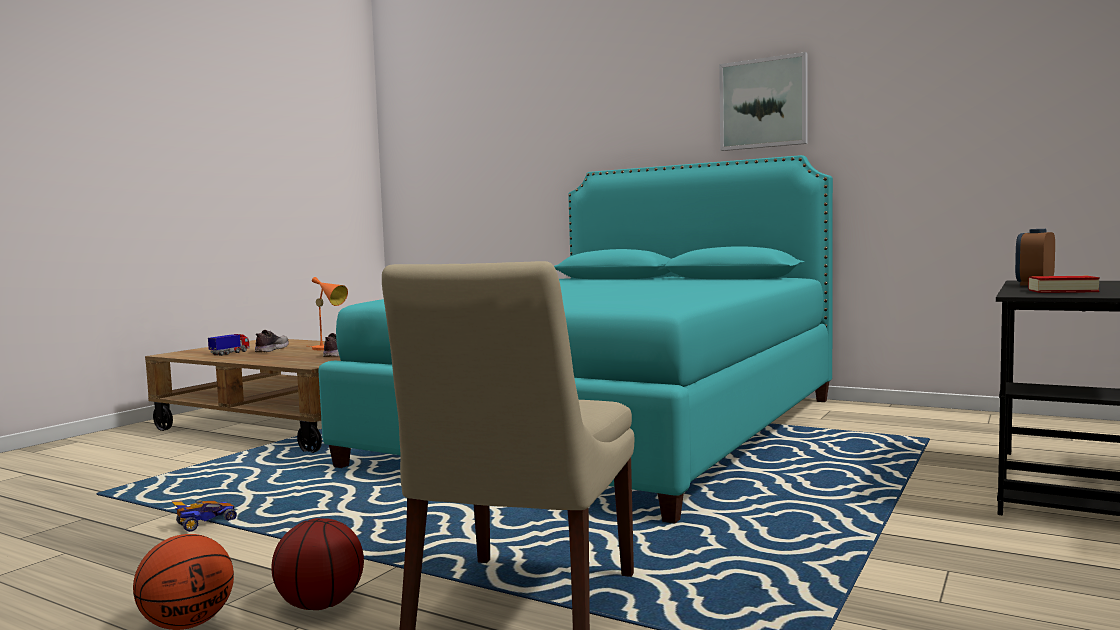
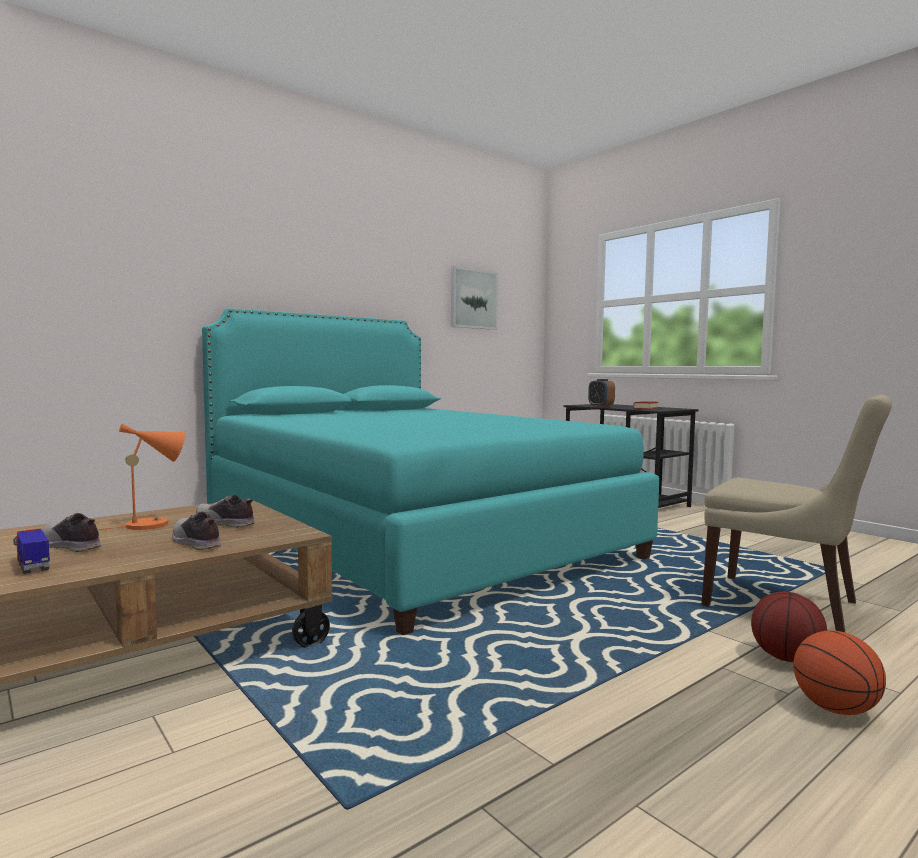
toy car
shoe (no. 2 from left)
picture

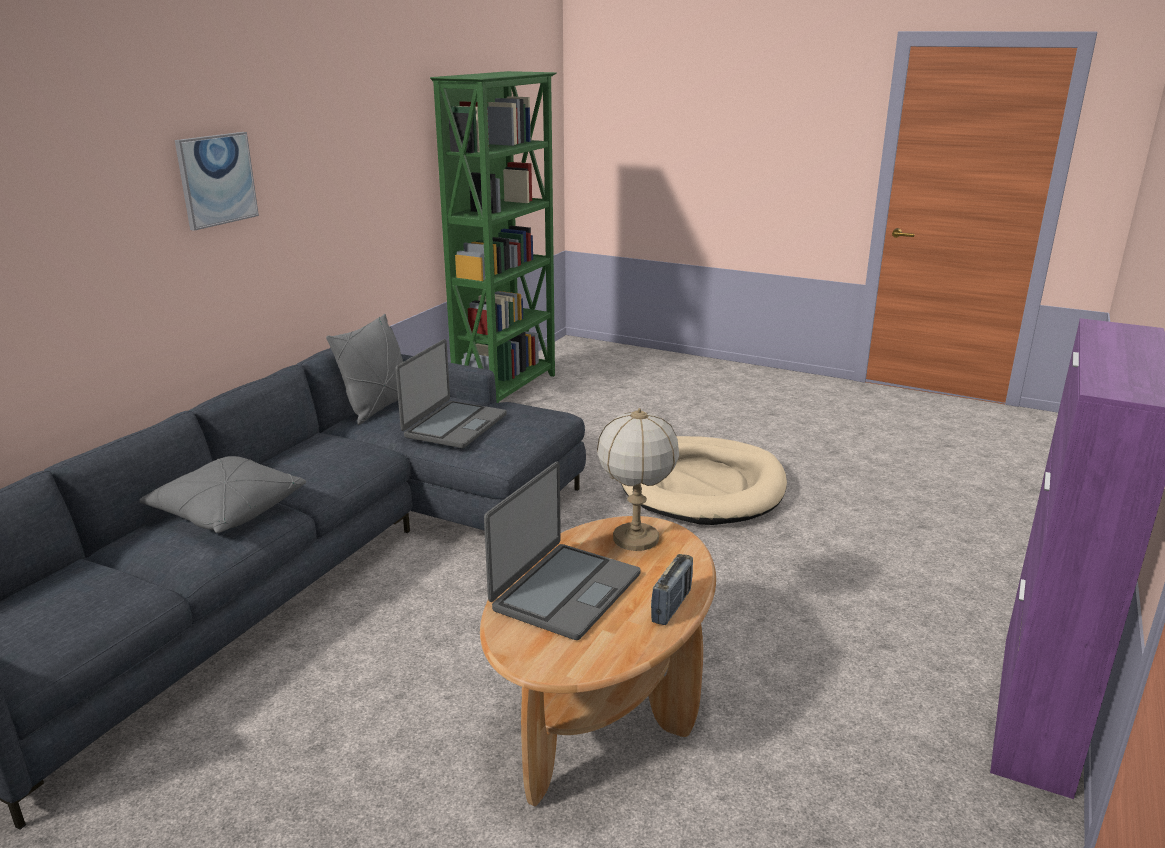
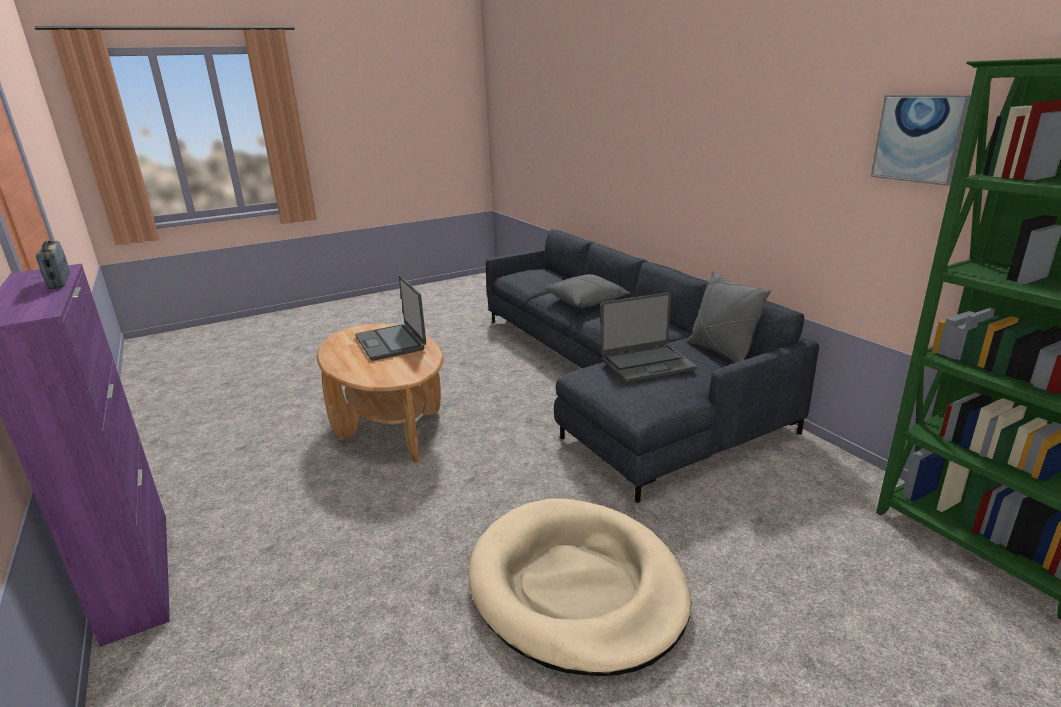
table lamp
picture
radio
laptop (no. 2 from left)

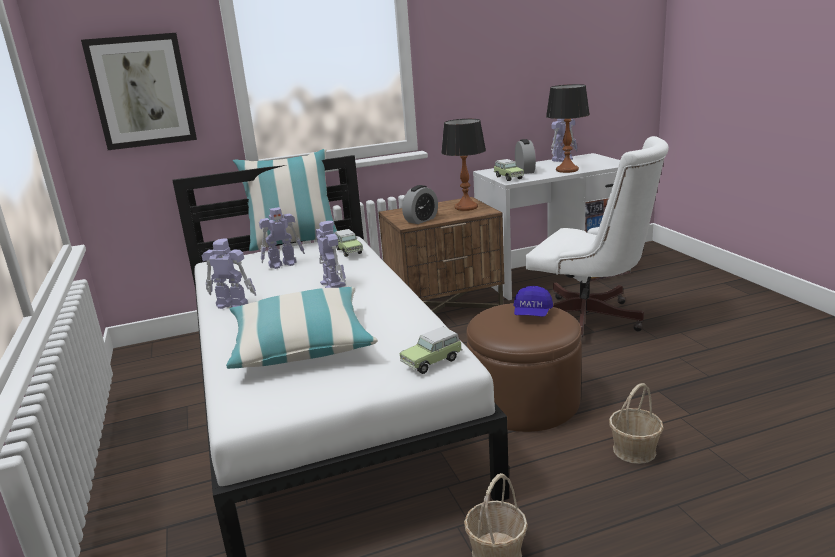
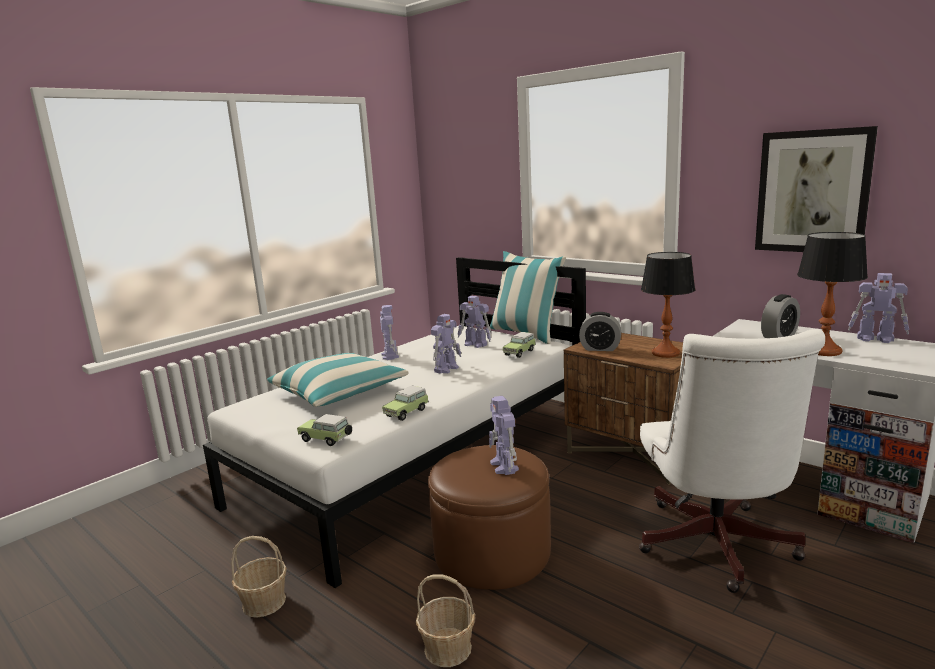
picture
toy car (no. 2 from left)
toy robot (no. 4 from left)

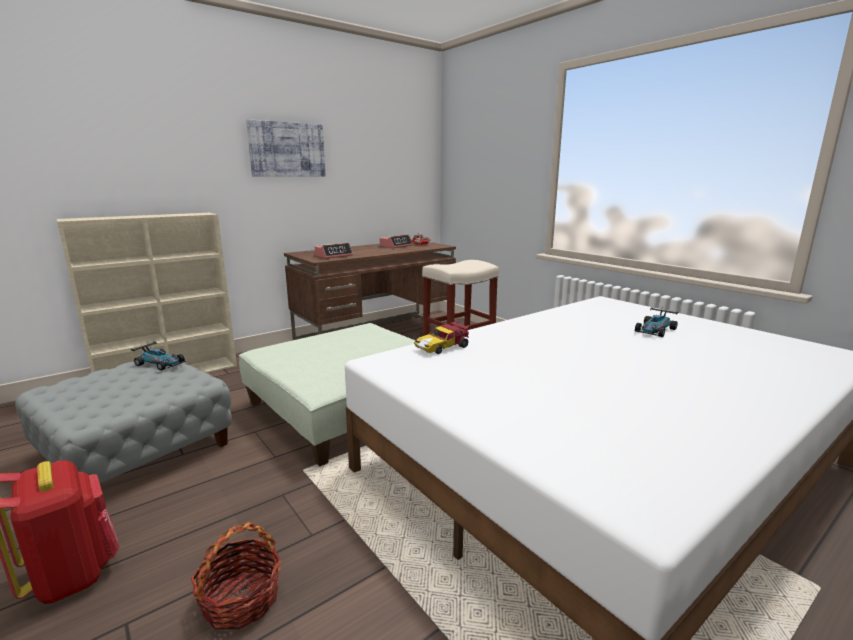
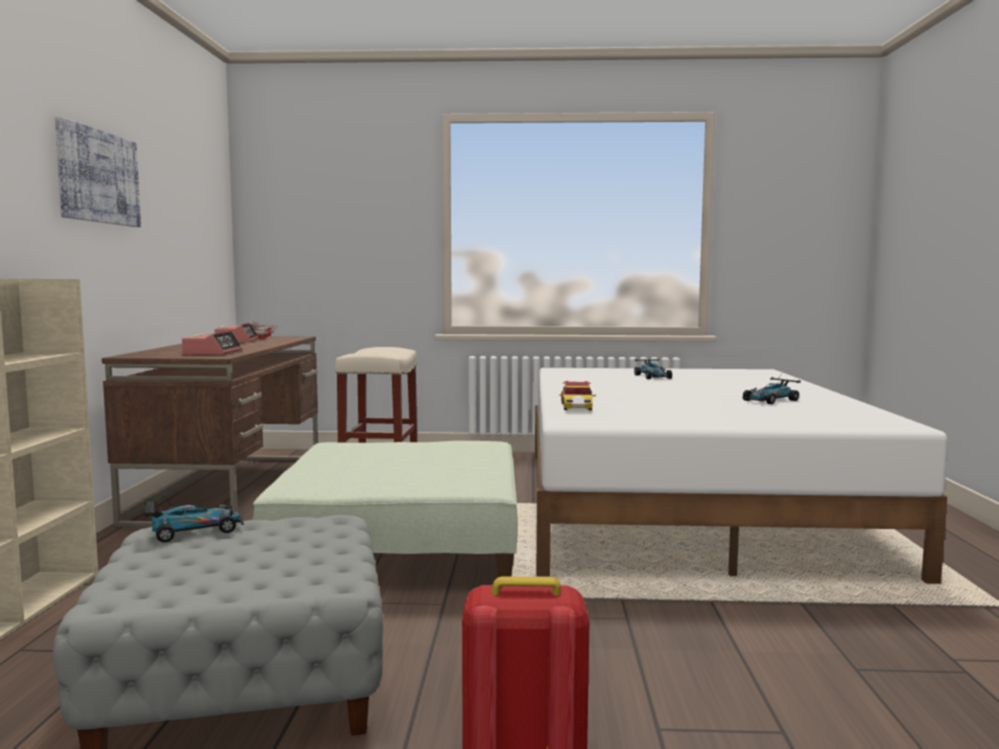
basket
toy car (no. 4 from left)

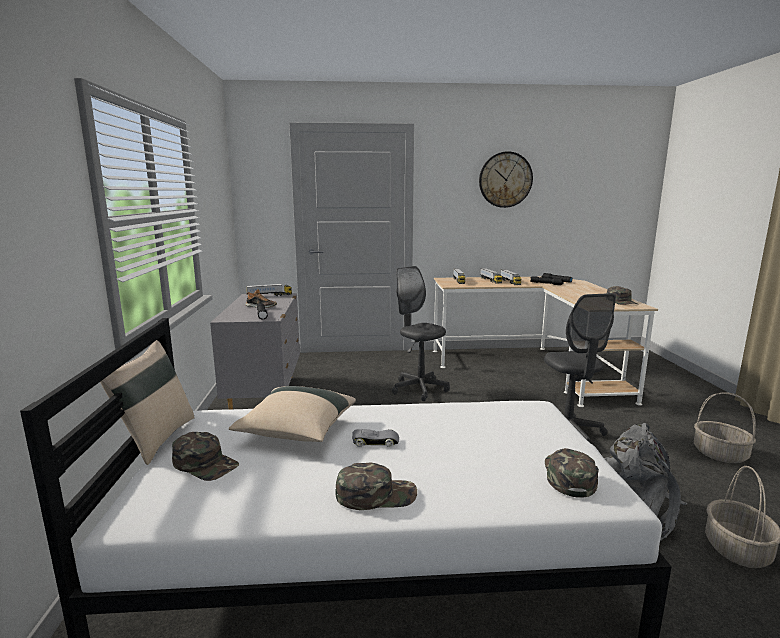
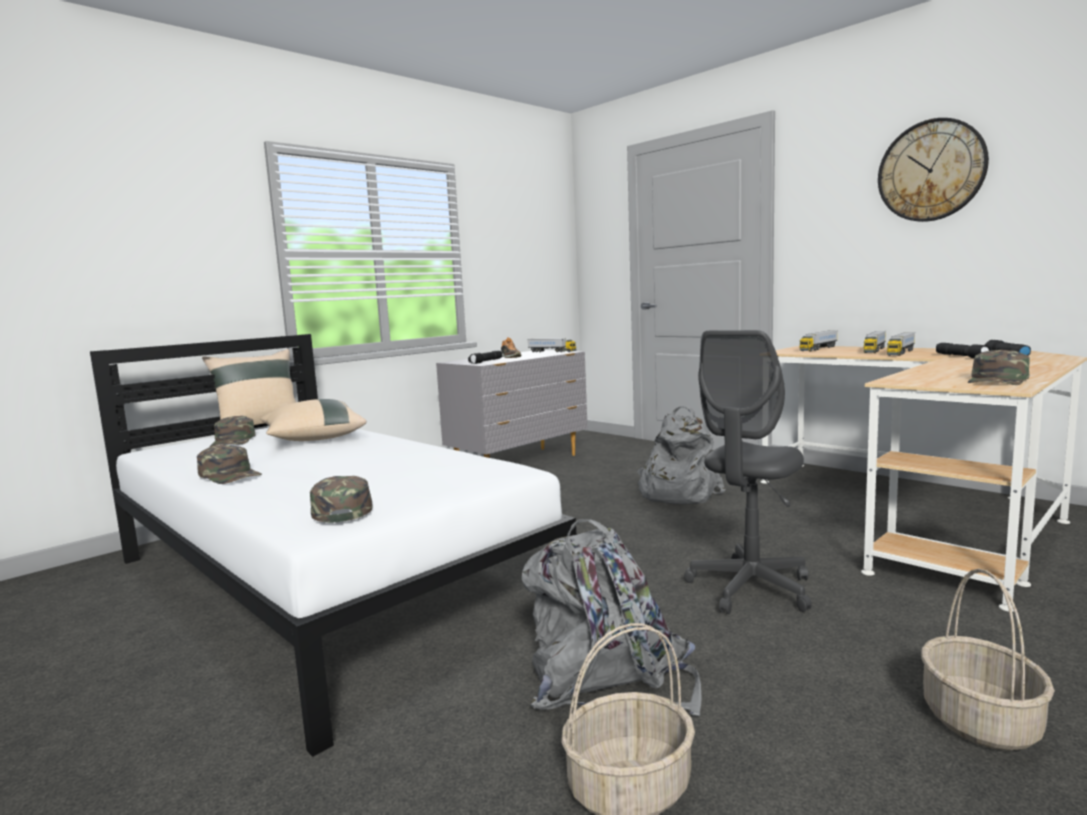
grey toy car
grey backpack (no. 2 from left)
green cap (no. 3 from left)

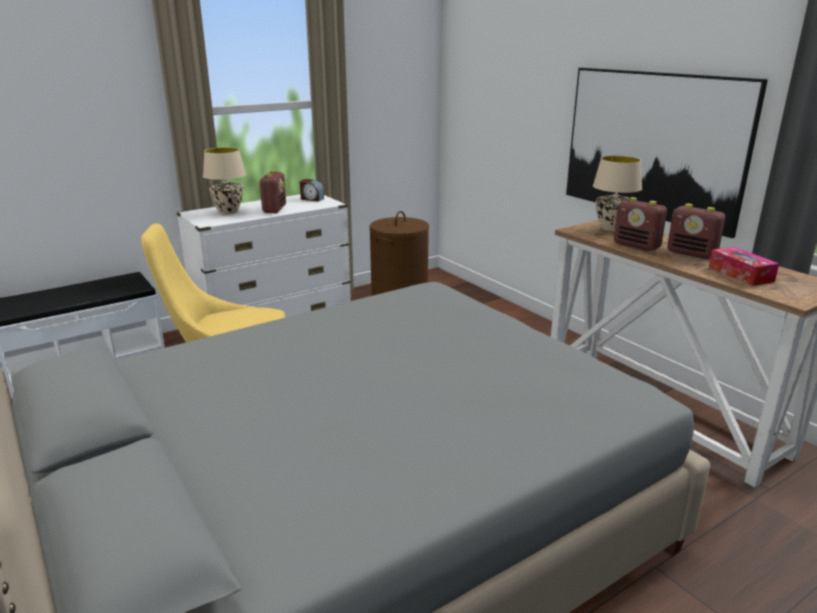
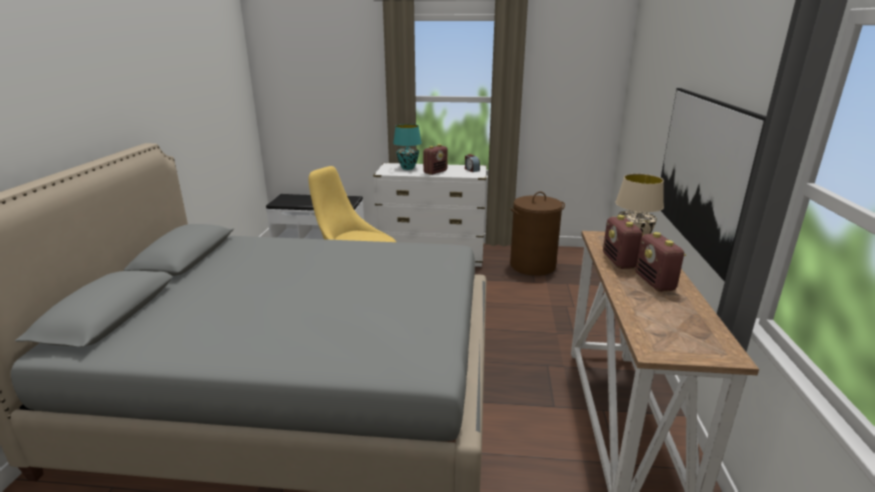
tissue box
turquoise table lamp

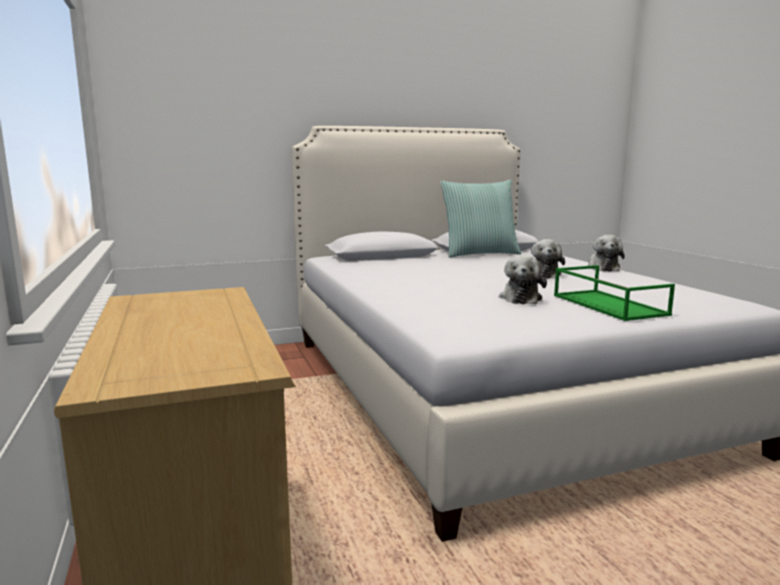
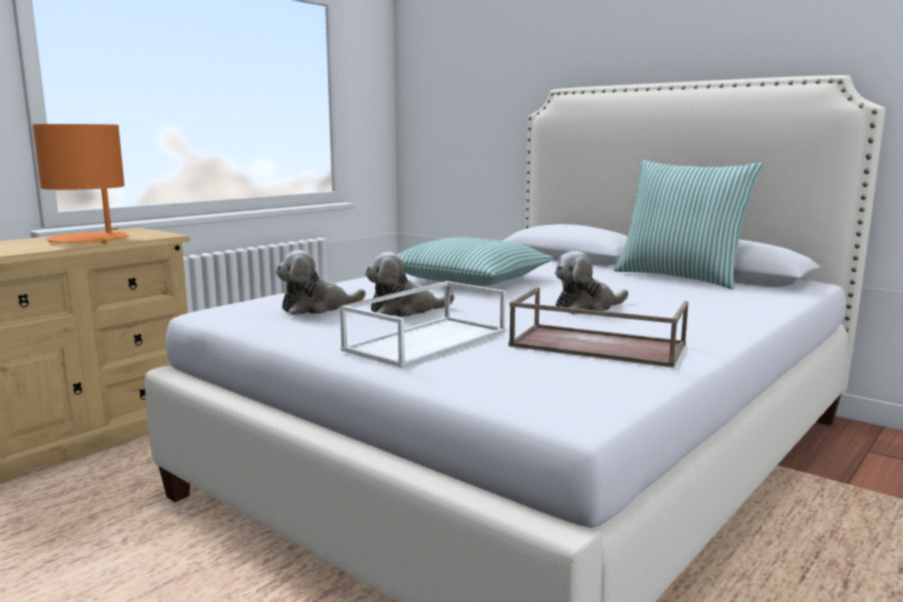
orange table lamp
pillow (no. 1 from left)
brown tray
plush toy (no. 1 from left)
white tray

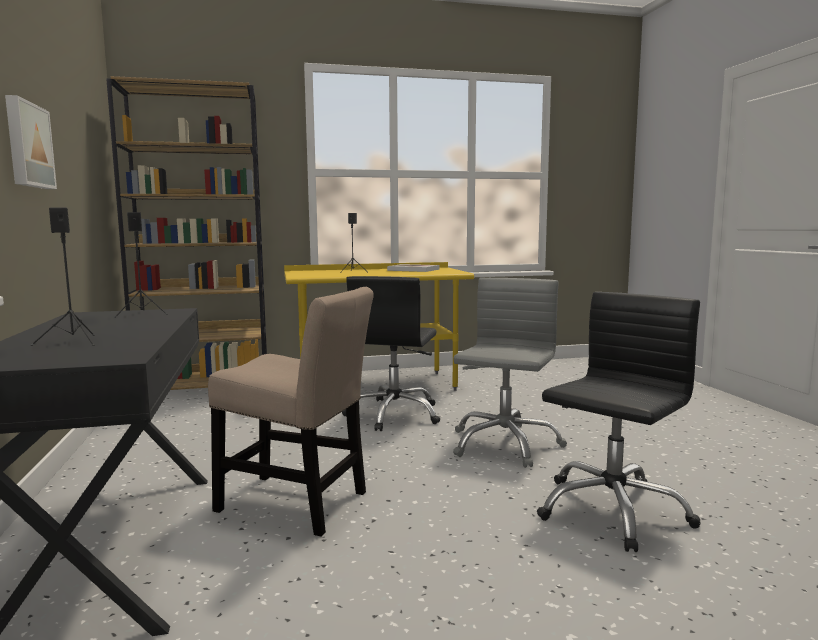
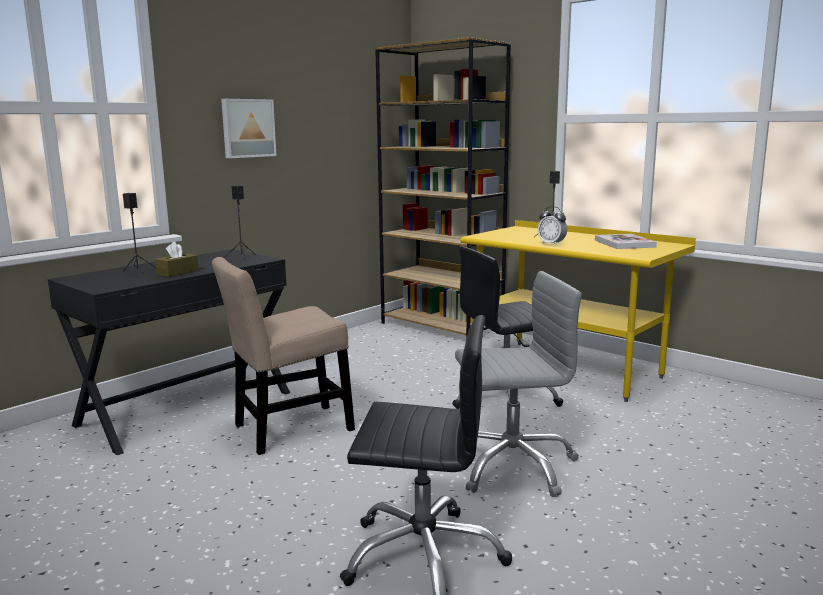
brown tissue box
alarm clock
beige chair

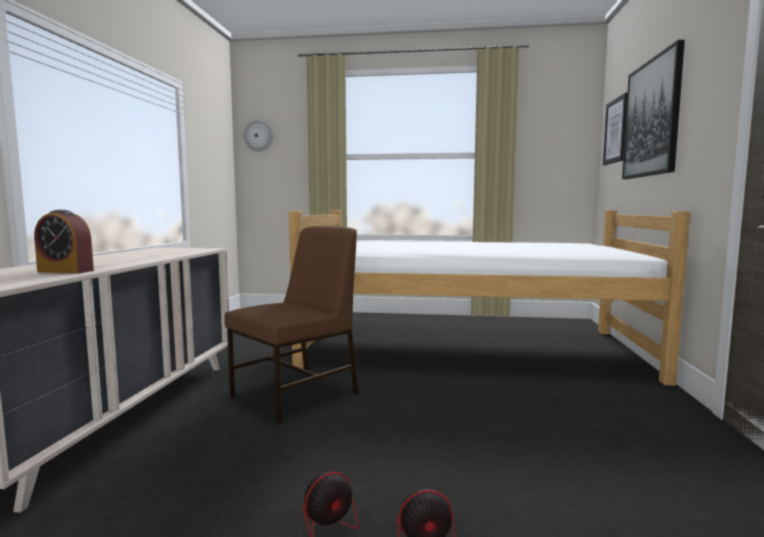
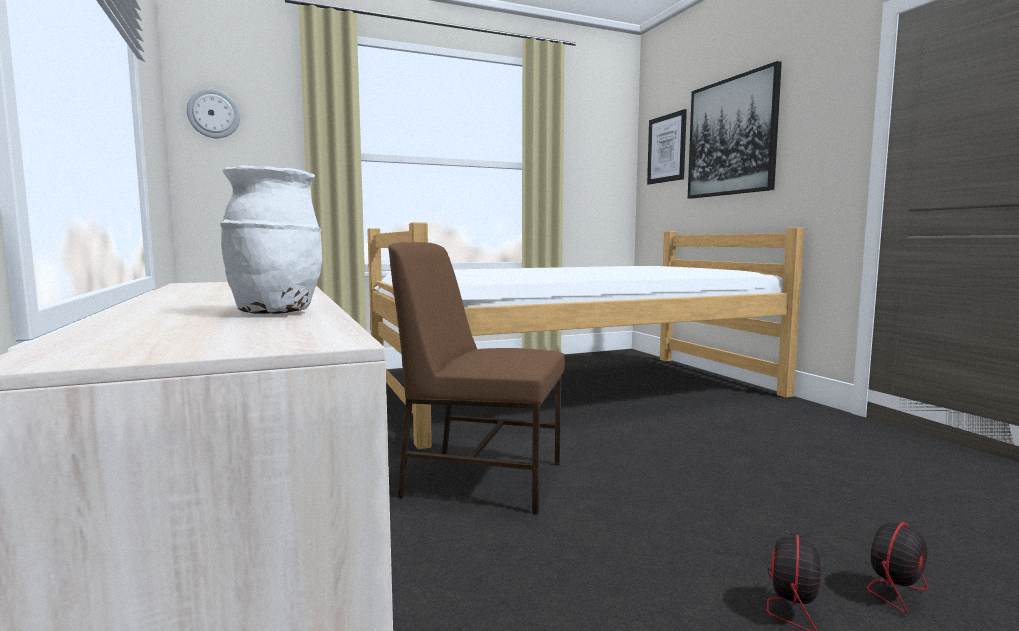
white vase
brown chair

